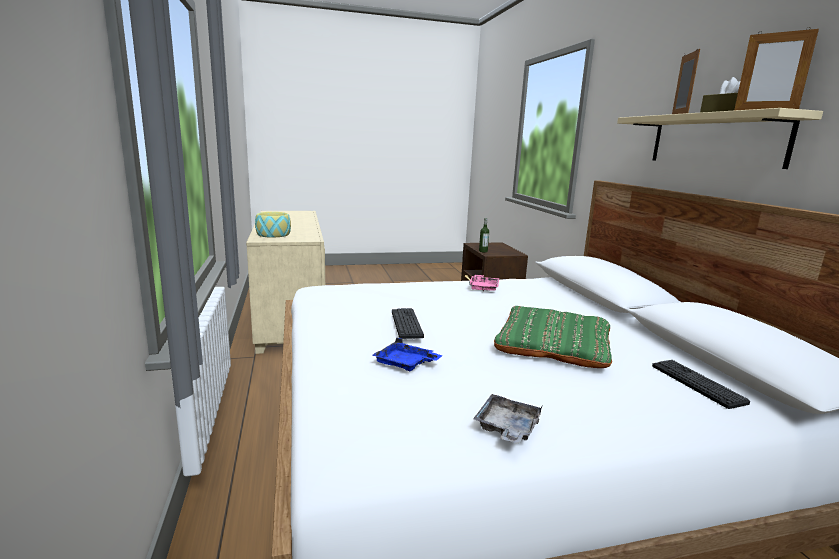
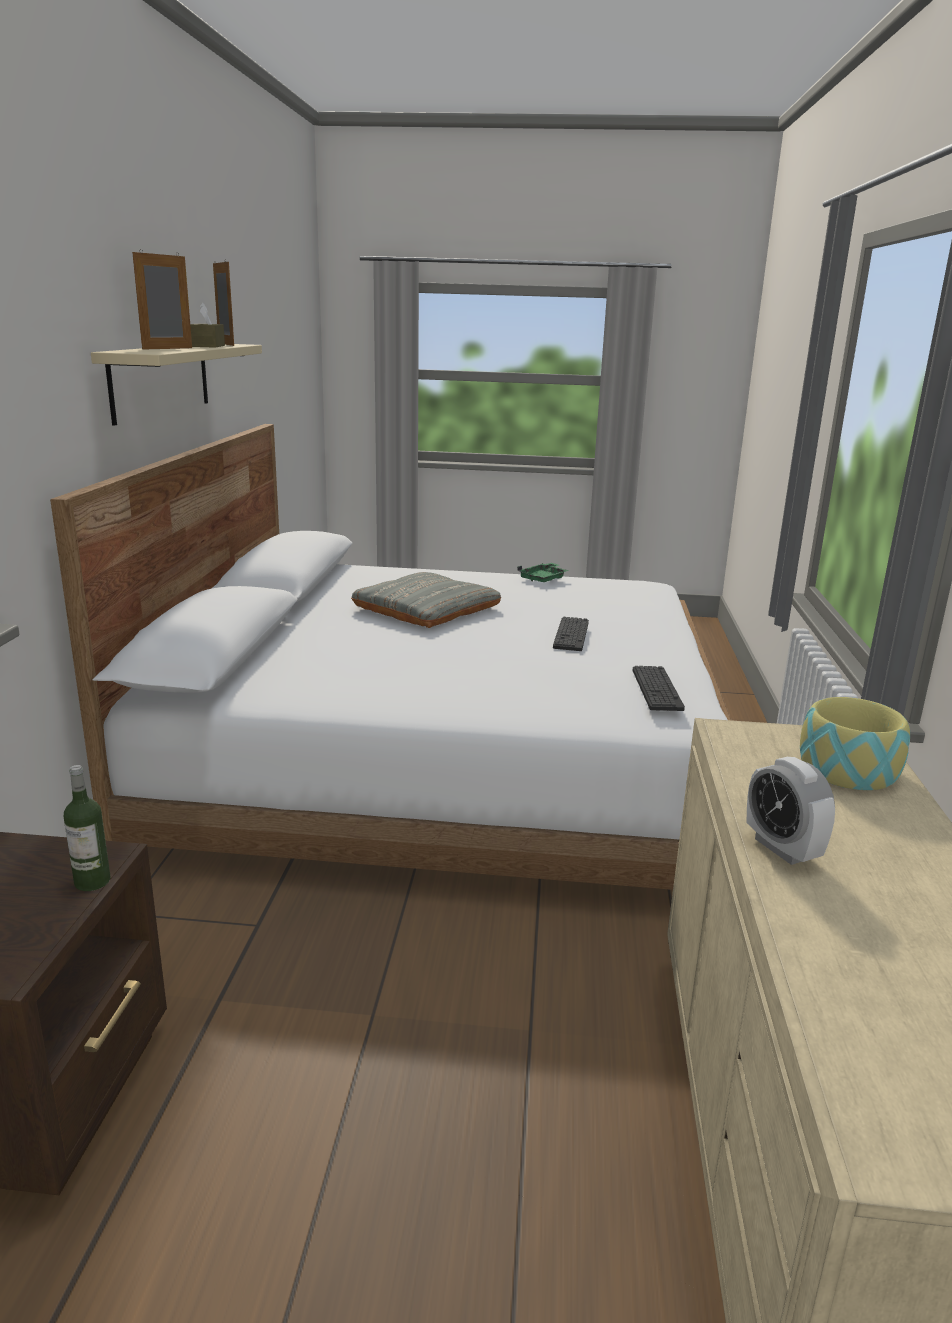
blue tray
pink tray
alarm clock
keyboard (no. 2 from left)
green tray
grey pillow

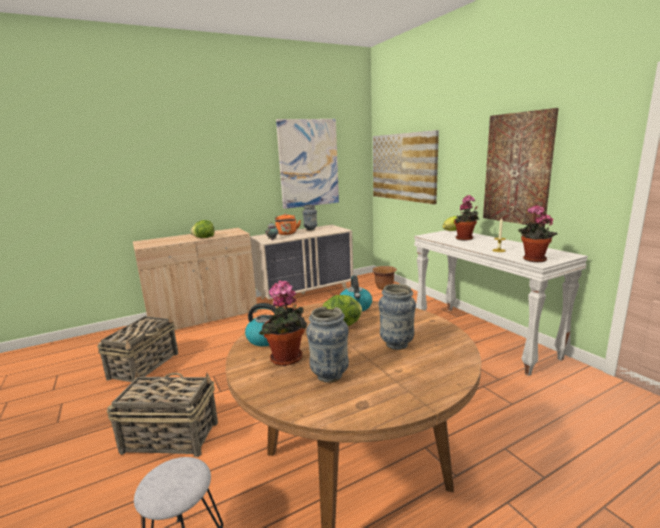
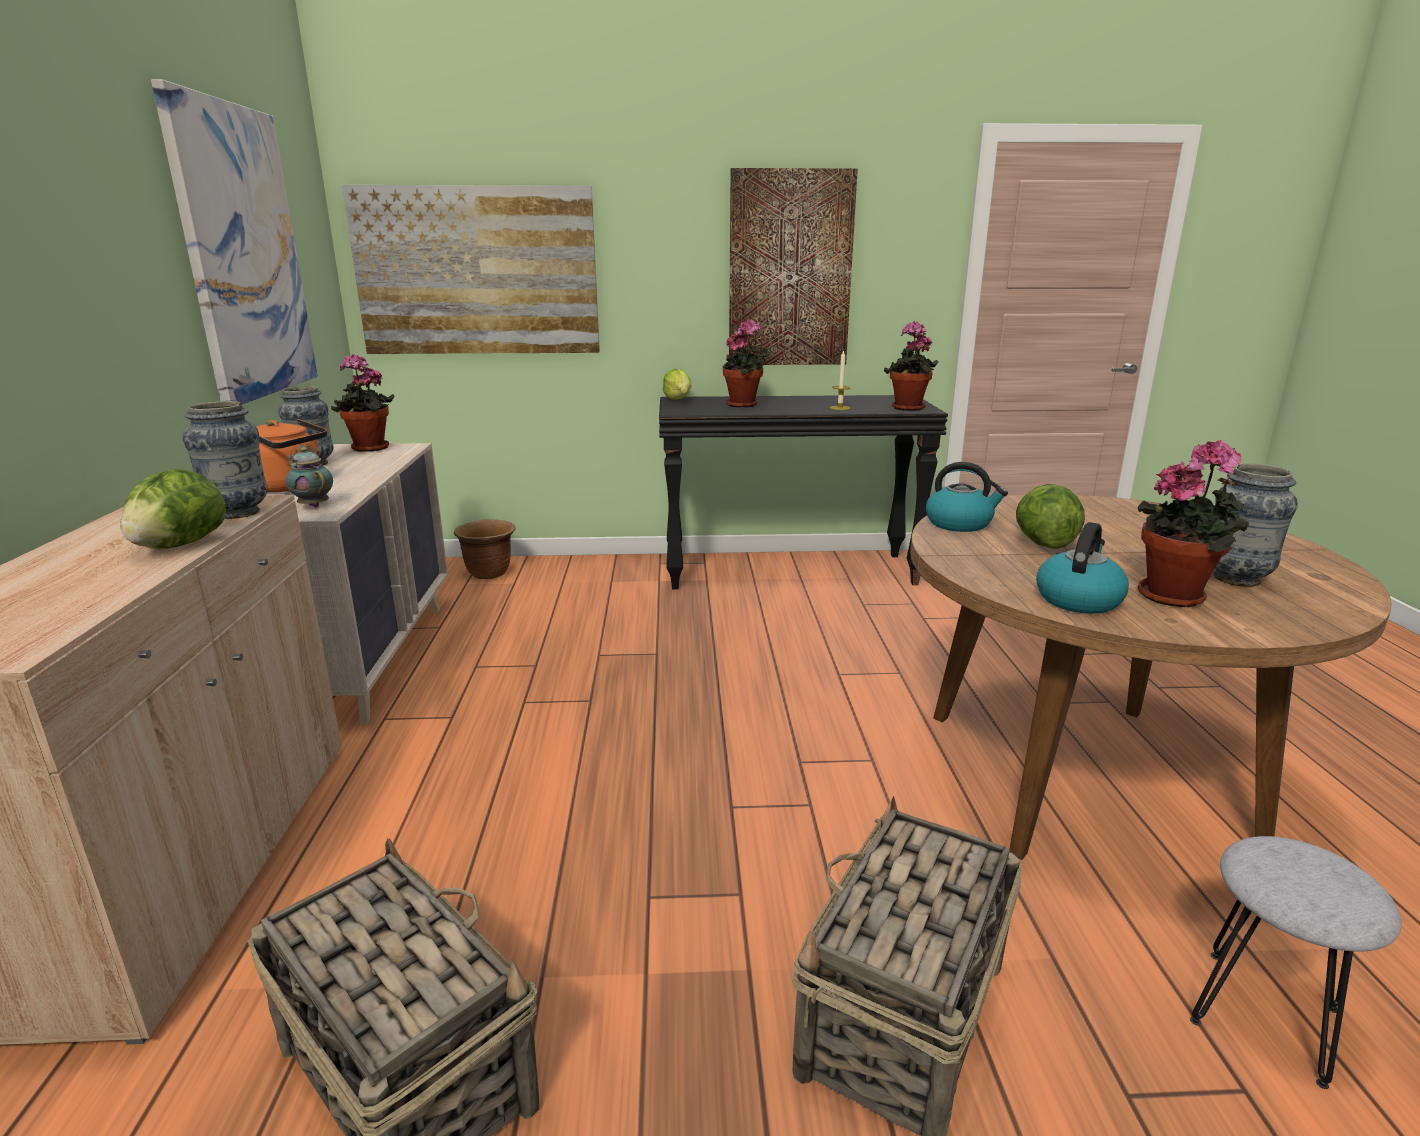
potted plant (no. 1 from left)
vase (no. 1 from left)
black console table

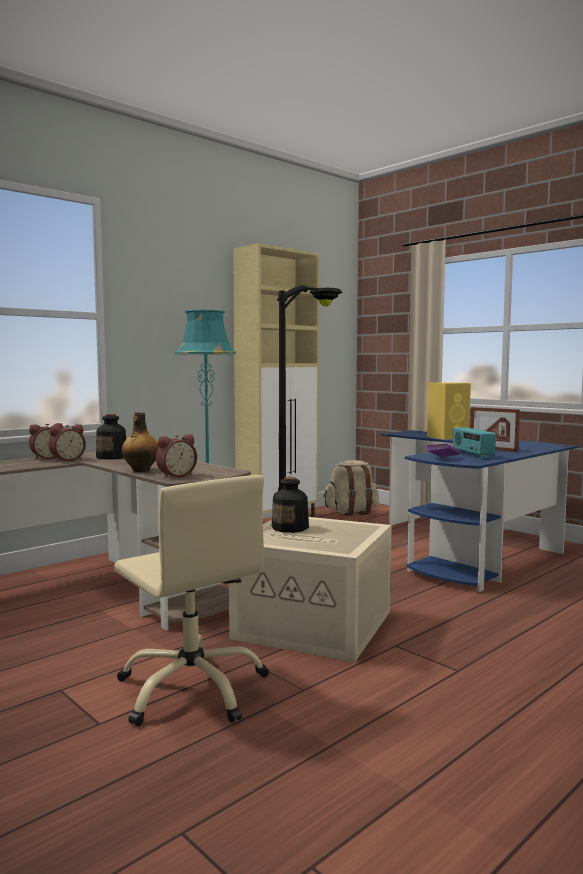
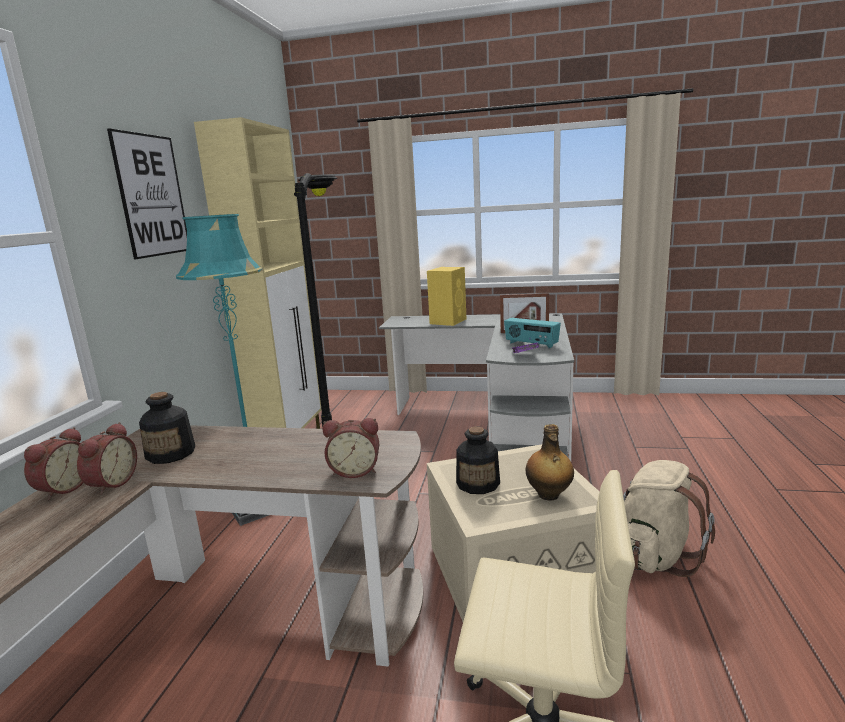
picture
bottle (no. 3 from left)
beige backpack
grey desk
alarm clock (no. 3 from left)

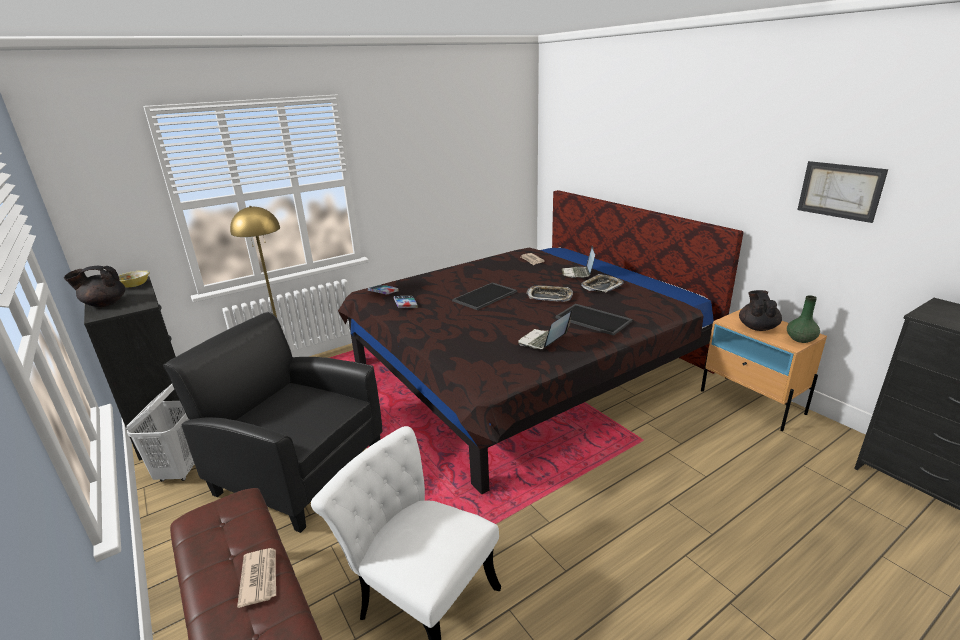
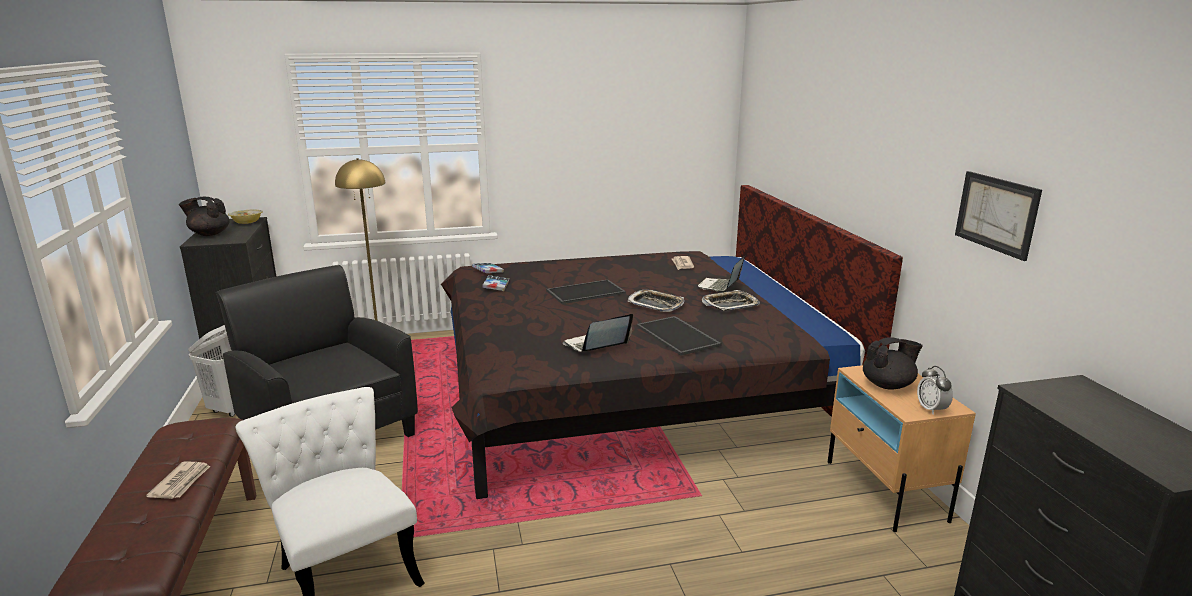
alarm clock
black teapot (no. 2 from left)

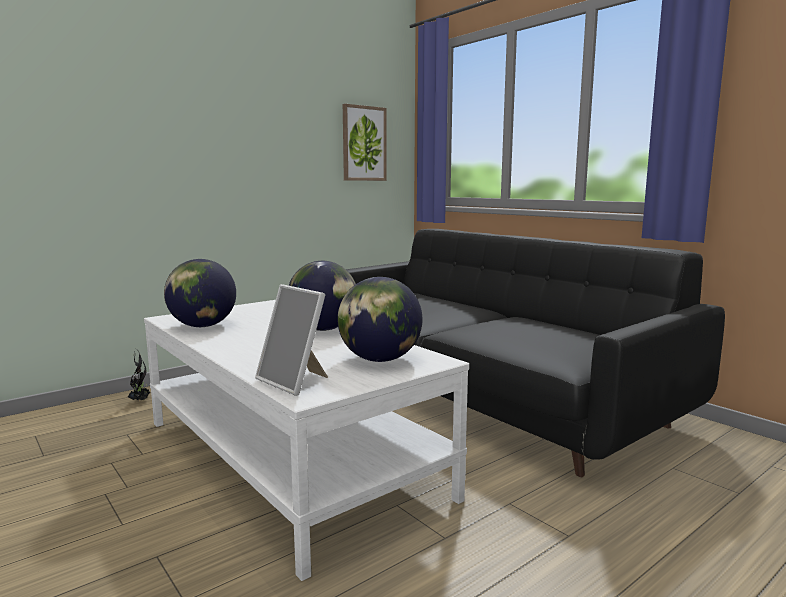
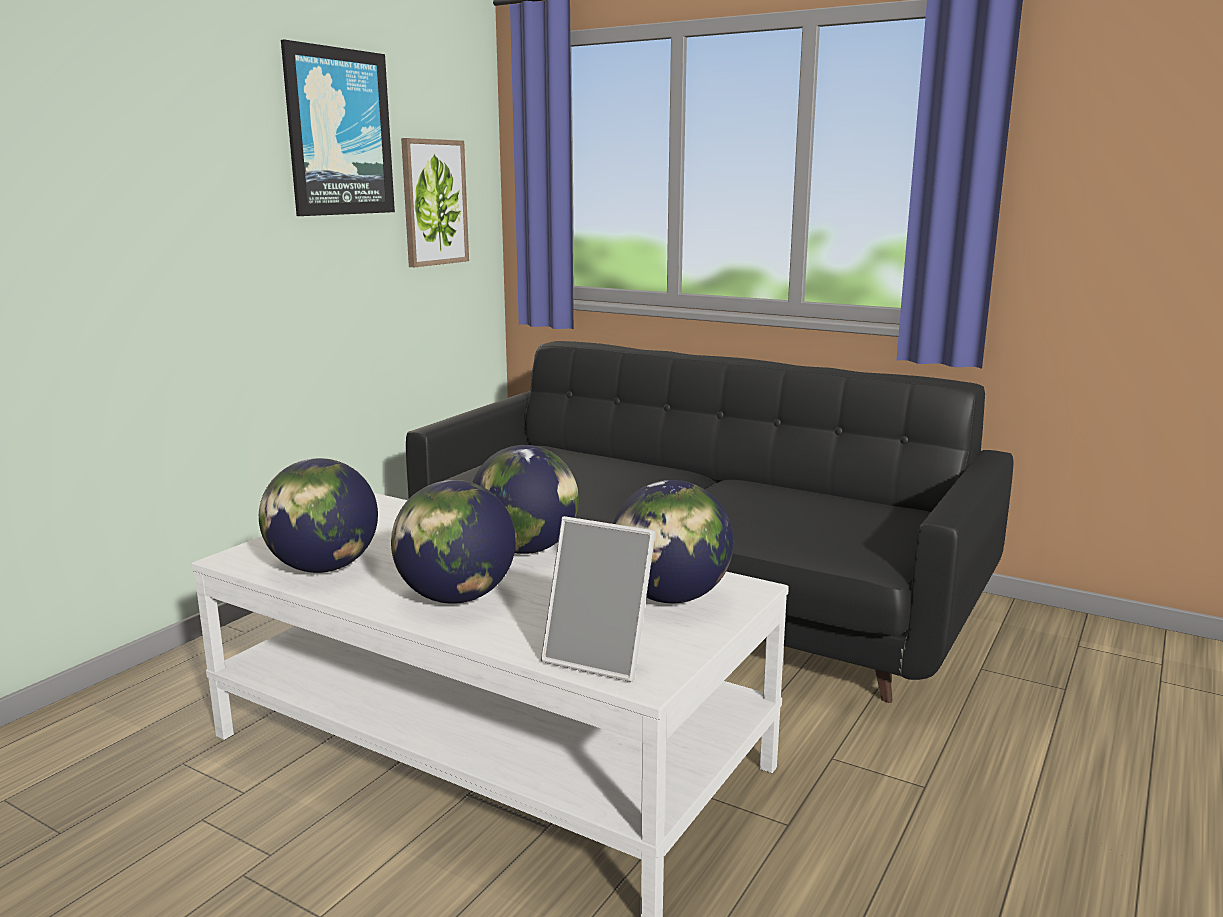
potted plant
picture (no. 1 from left)
globe (no. 2 from left)

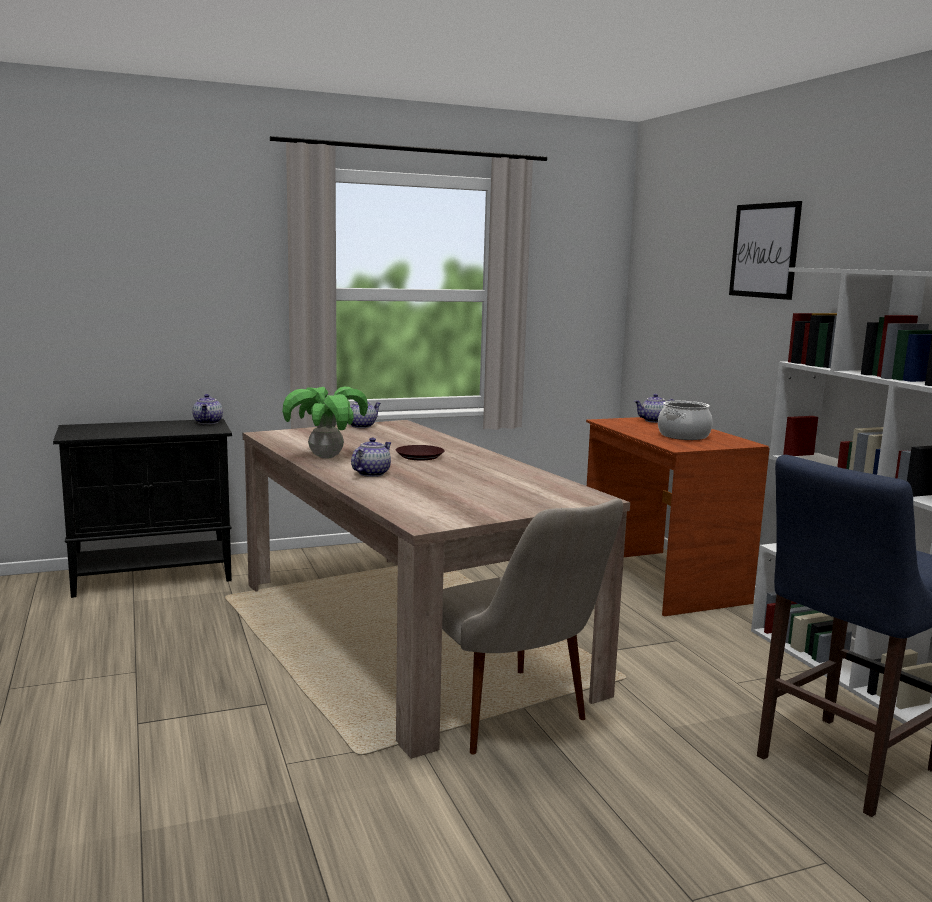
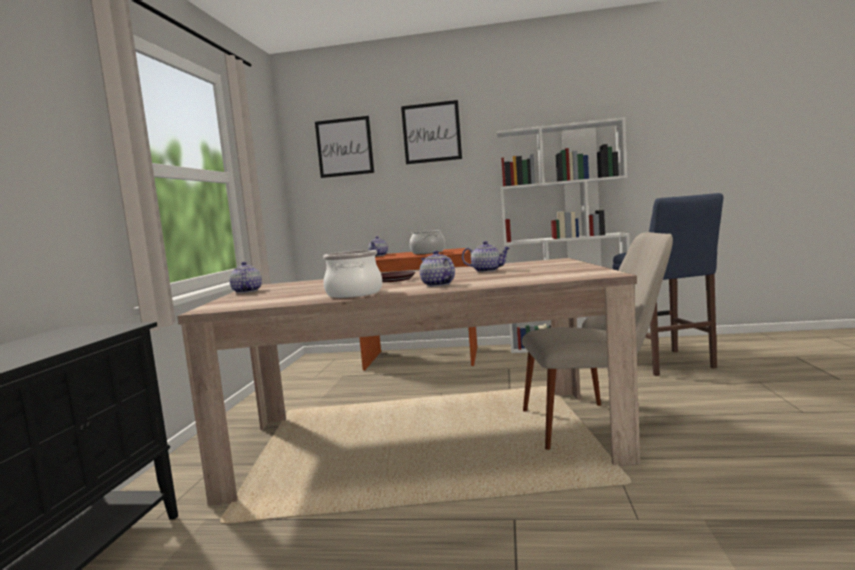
picture (no. 1 from left)
teapot (no. 4 from left)
cooking pot (no. 1 from left)

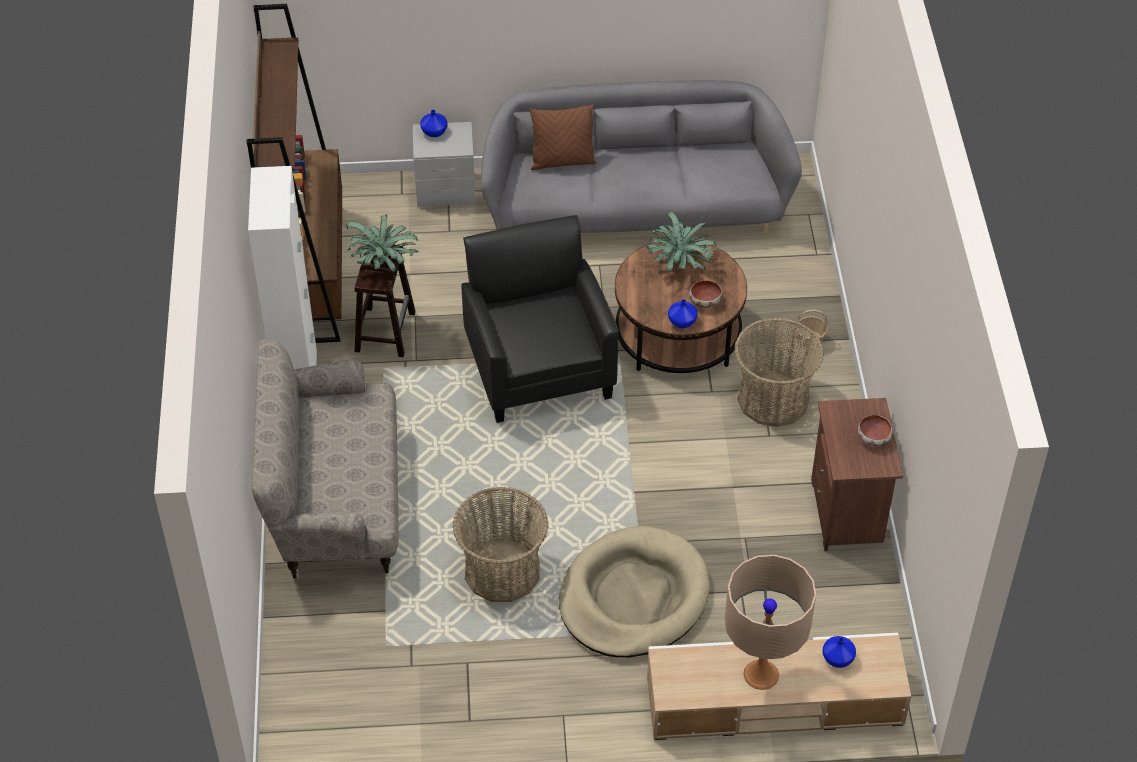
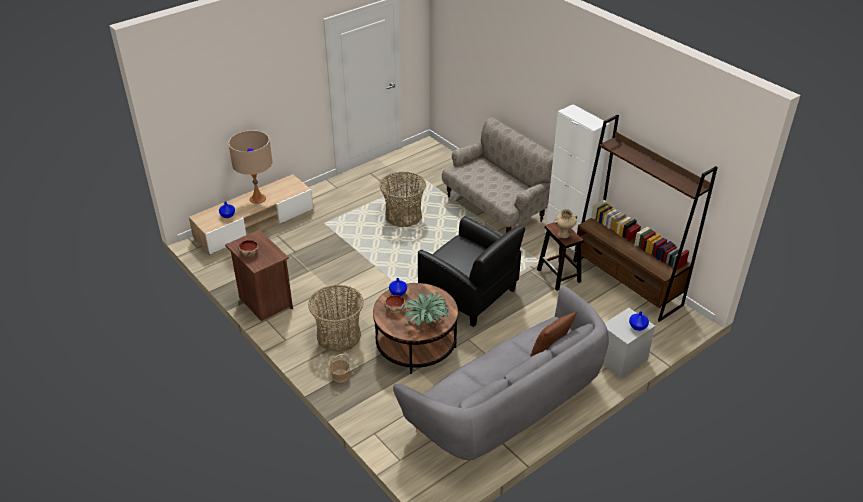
beige dog bed
beige vase

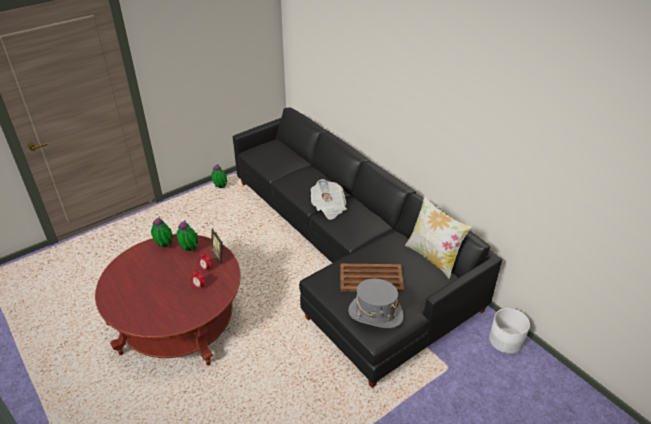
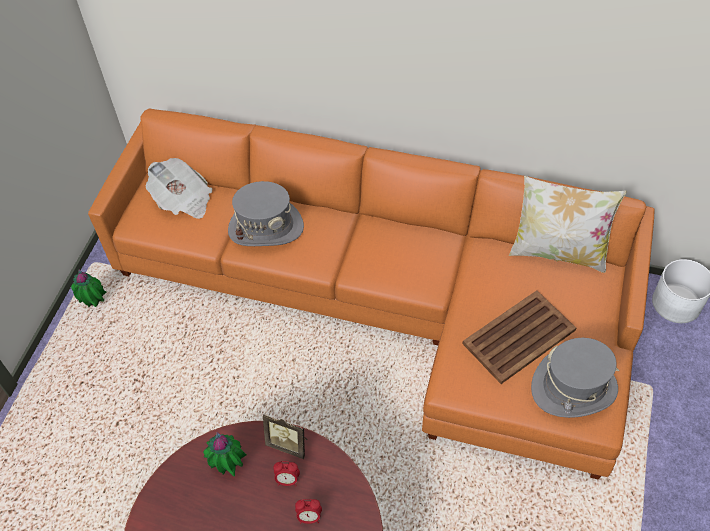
potted plant (no. 1 from left in the first image)
grey hat (no. 1 from left)
newspaper
orange sofa

